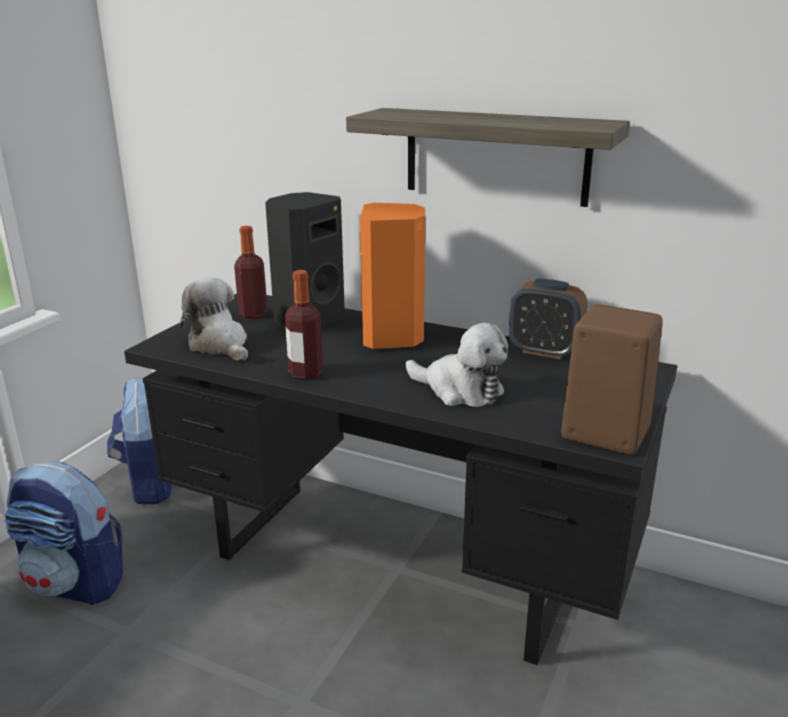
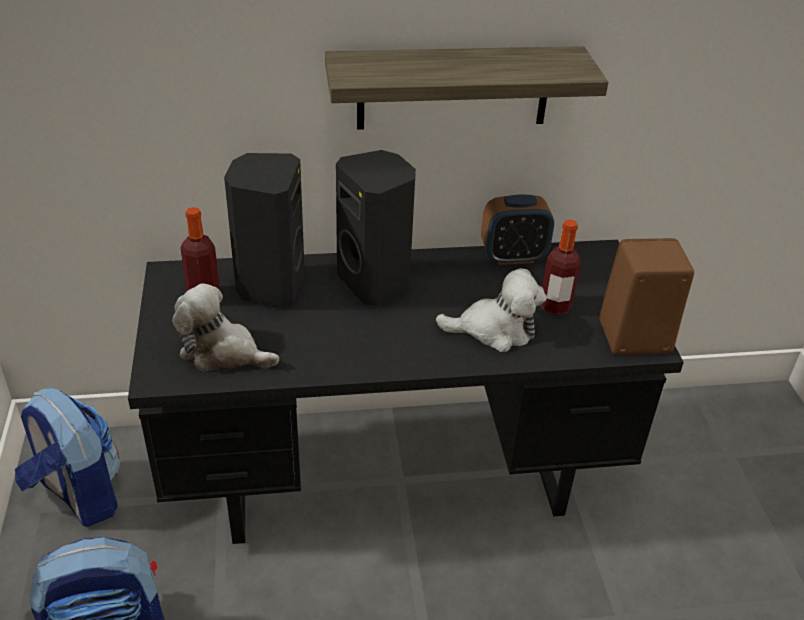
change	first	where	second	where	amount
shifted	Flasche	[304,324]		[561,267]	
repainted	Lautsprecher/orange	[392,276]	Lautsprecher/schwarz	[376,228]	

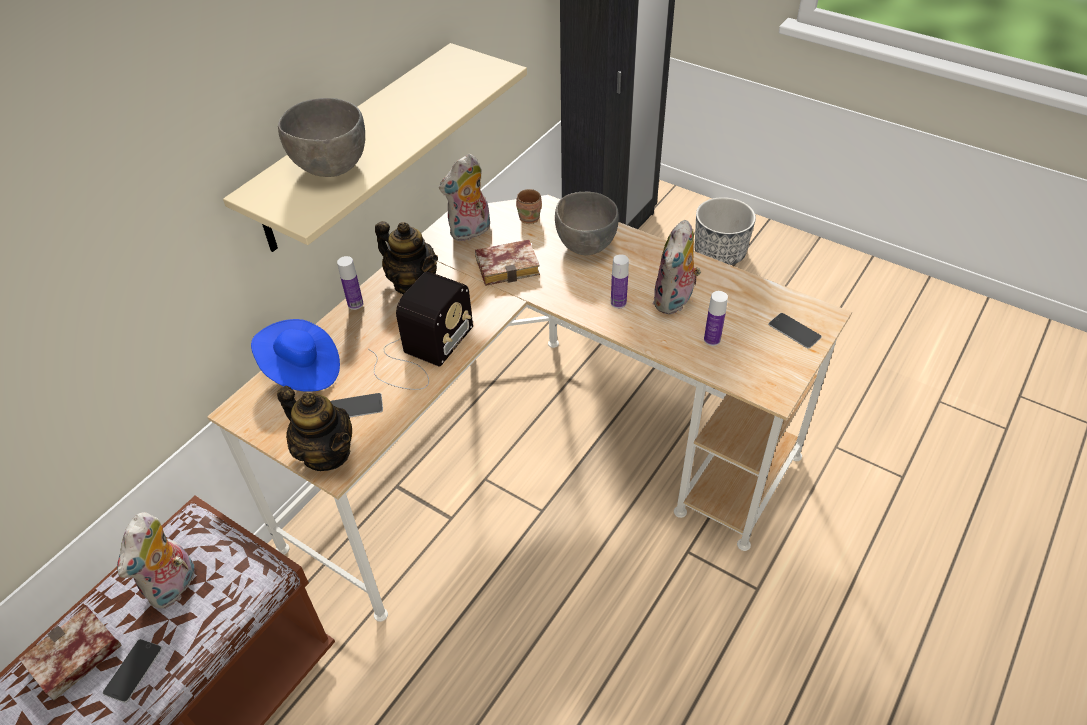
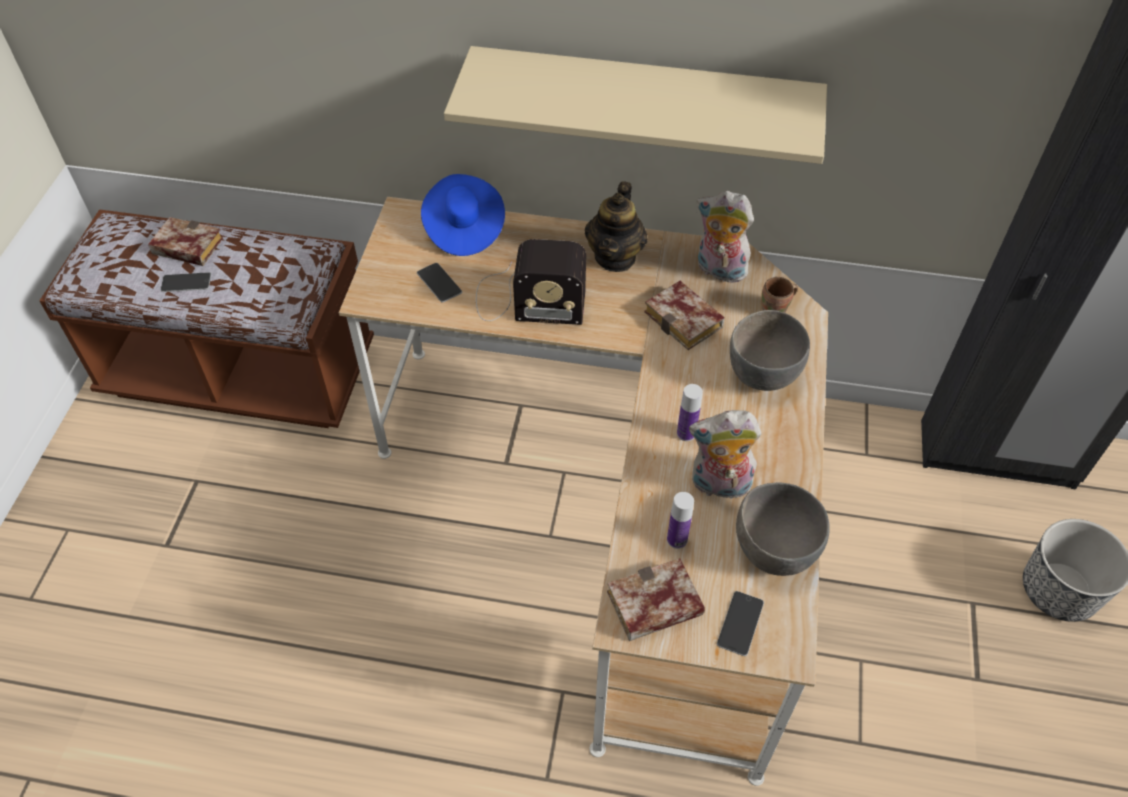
change	first	where	second	where	amount
gone	Plüschtier	[157,560]			
gone	Teekanne	[314,428]			
gone	Flasche	[350,283]			
new			Buch	[656,599]	
shifted	Schüssel/grau	[321,137]		[783,529]	

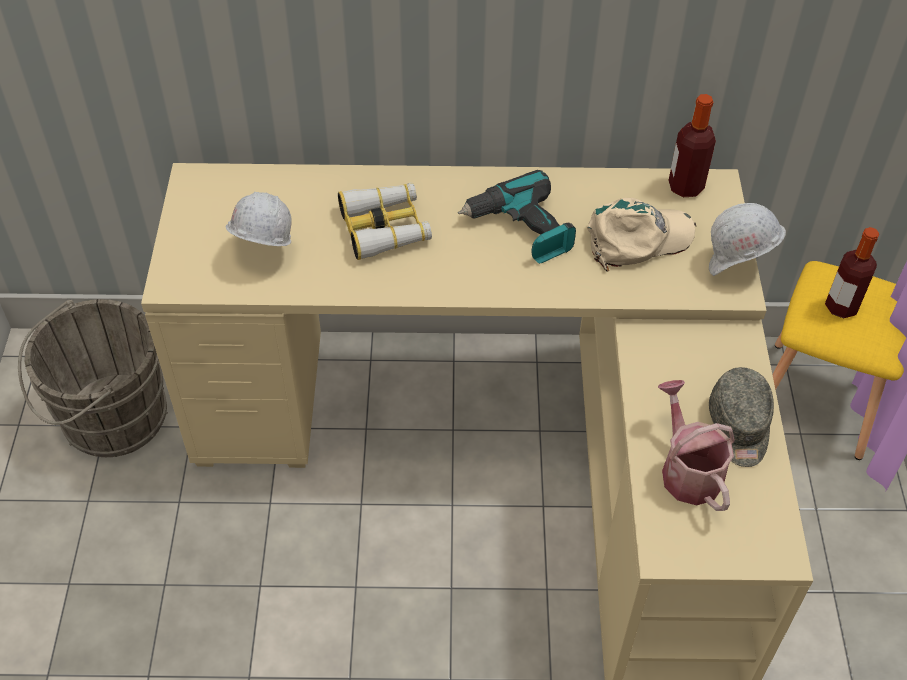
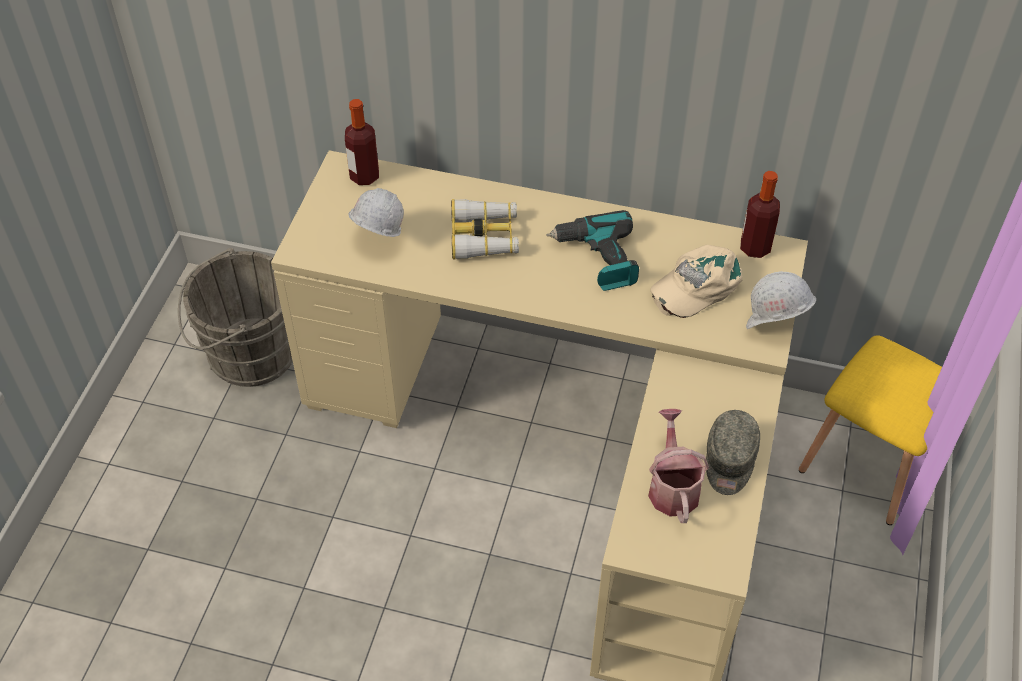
change	first	where	second	where	amount
shifted	Flasche	[852,272]		[362,142]	
rotated	Kappe/beige	[641,234]		[696,281]	150 degrees clockwise

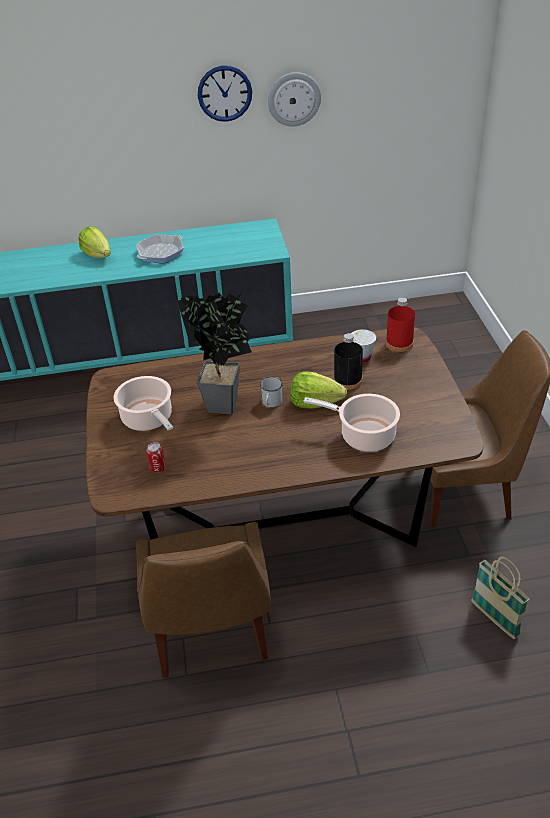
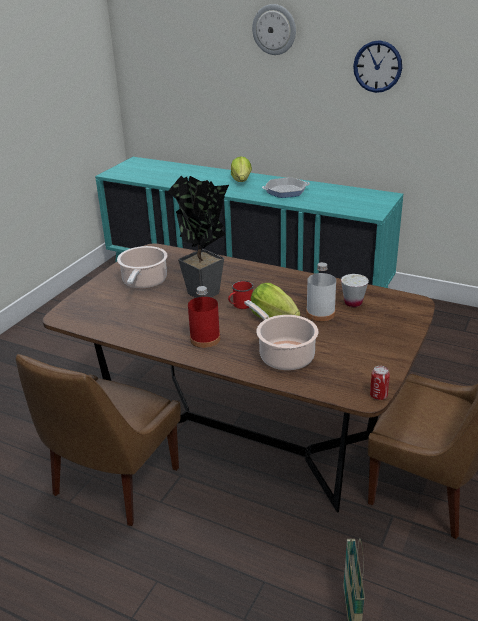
change	first	where	second	where	amount
shifted	Dose	[156,457]		[380,383]	
shifted	Wanduhr	[294,99]		[274,29]	
shifted	Flasche/rot	[400,324]		[204,317]	
repainted	Henkelbecher/weiß	[271,392]	Henkelbecher/rot	[240,295]	
repainted	Flasche/schwarz	[348,361]	Flasche/weiß	[321,292]	

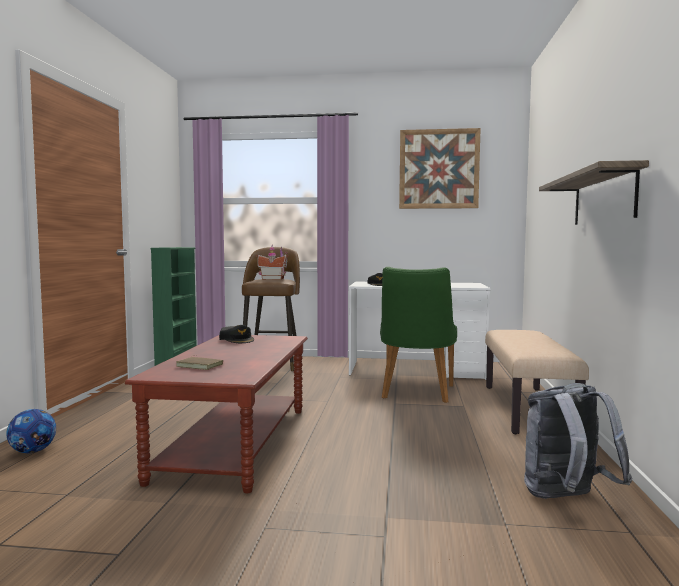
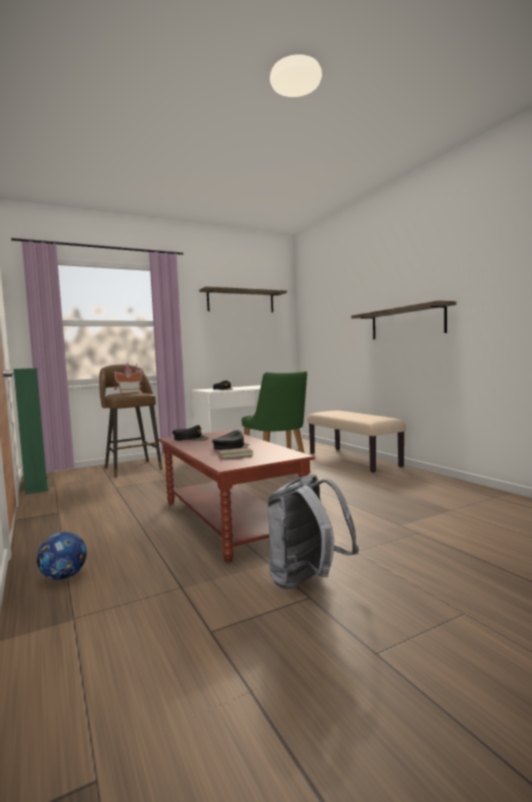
change	first	where	second	where	amount
new			Kappe/schwarz	[231,440]	
shifted	Rucksack/grau	[578,441]		[313,531]	
swapped	Bild	[440,168]	Wandregal	[243,300]	

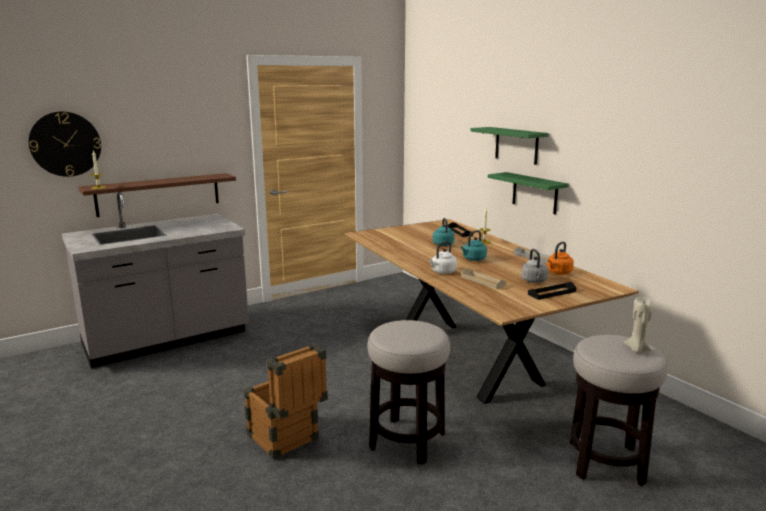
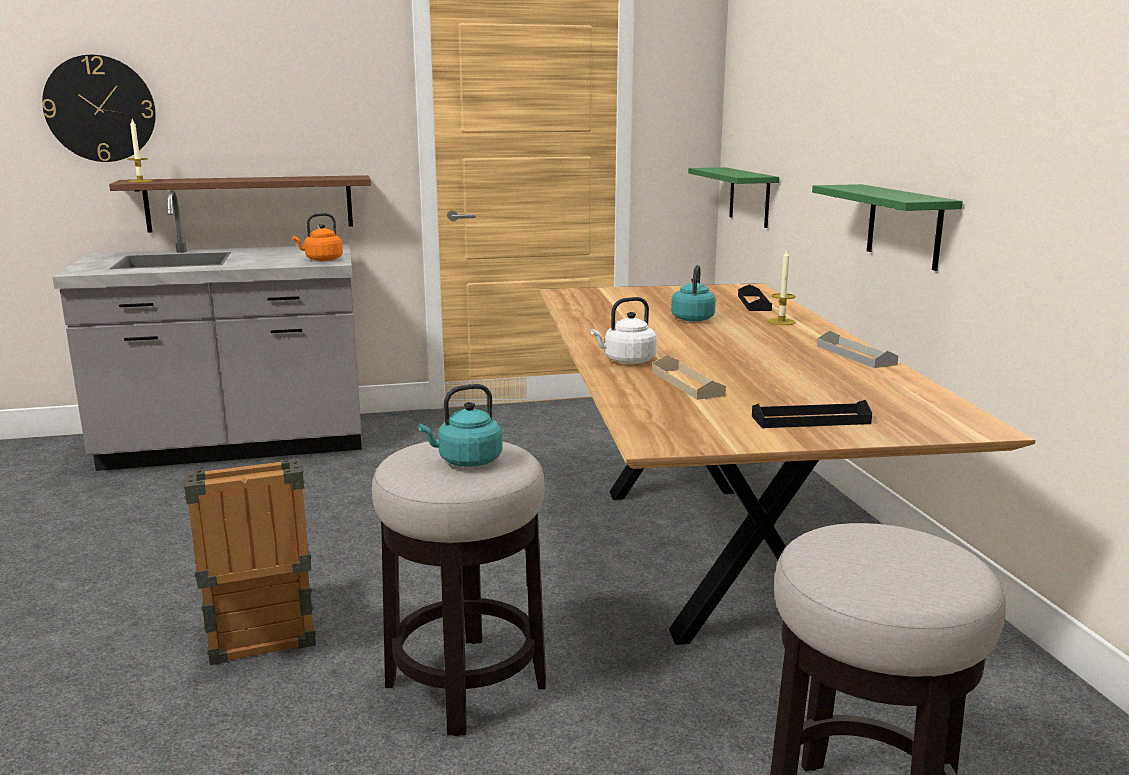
change	first	where	second	where	amount
gone	Wasserkessel/grau	[535,266]			
gone	Kerze/beige	[638,325]			
shifted	Wasserkessel/türkis	[474,245]		[460,425]	
shifted	Wandregal/grün	[510,146]		[733,197]	
shifted	Wasserkessel/orange	[560,258]		[317,237]	

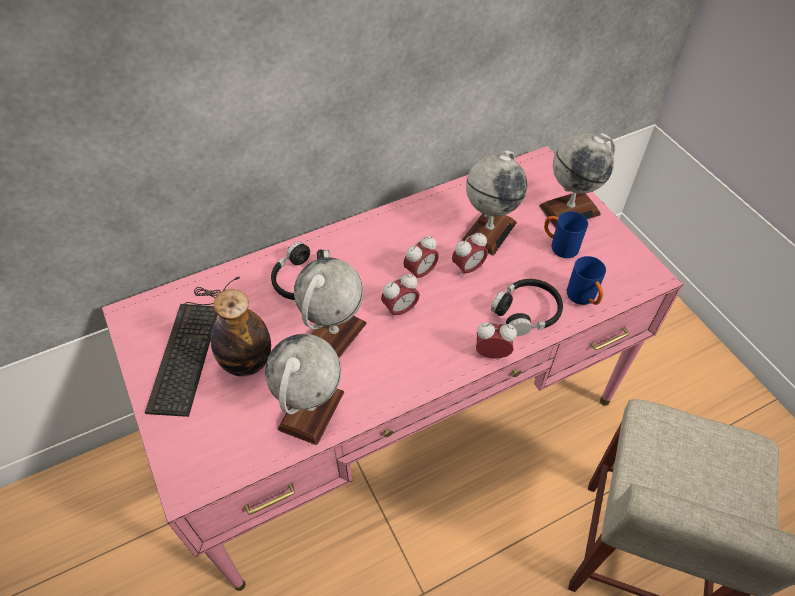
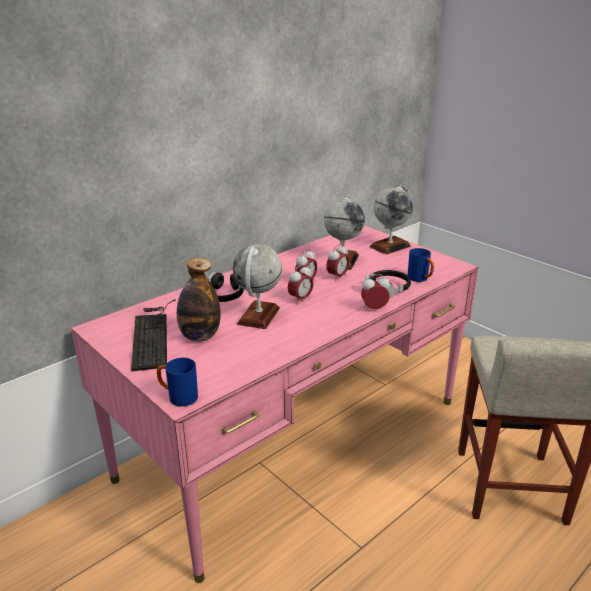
change	first	where	second	where	amount
gone	Globus	[304,389]			
shifted	Henkelbecher/blau	[566,234]		[177,382]	

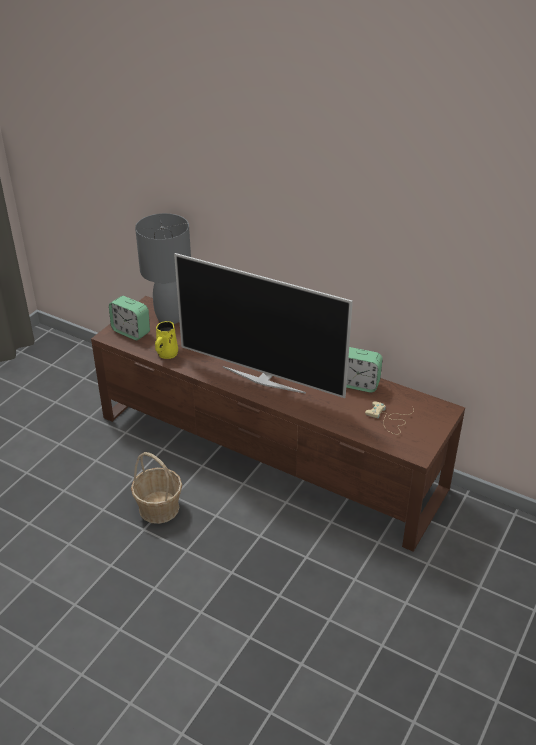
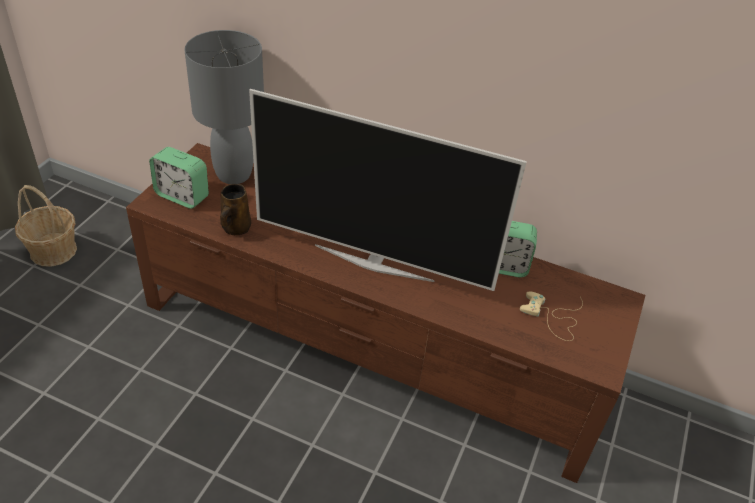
change	first	where	second	where	amount
shifted	Korb	[156,488]		[46,226]	
repainted	Henkelbecher/gelb	[166,340]	Henkelbecher/braun	[235,209]	

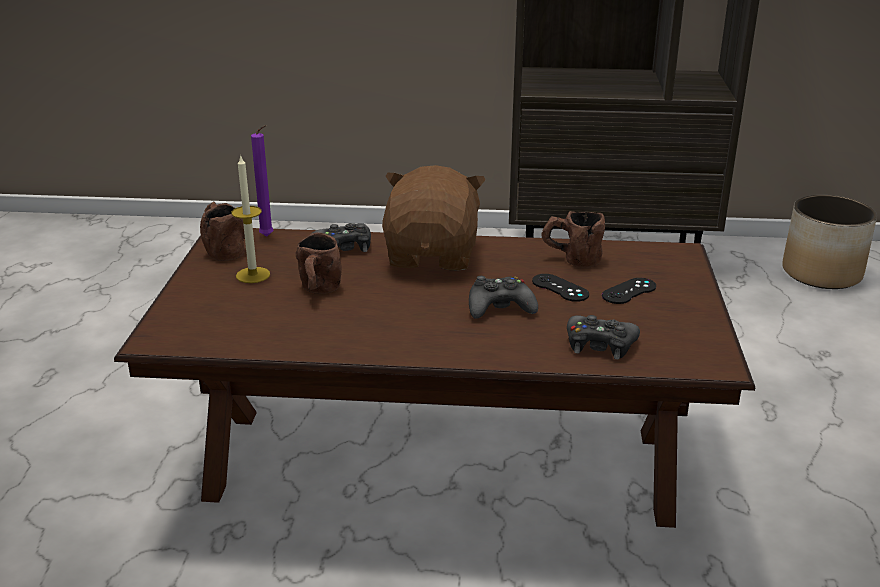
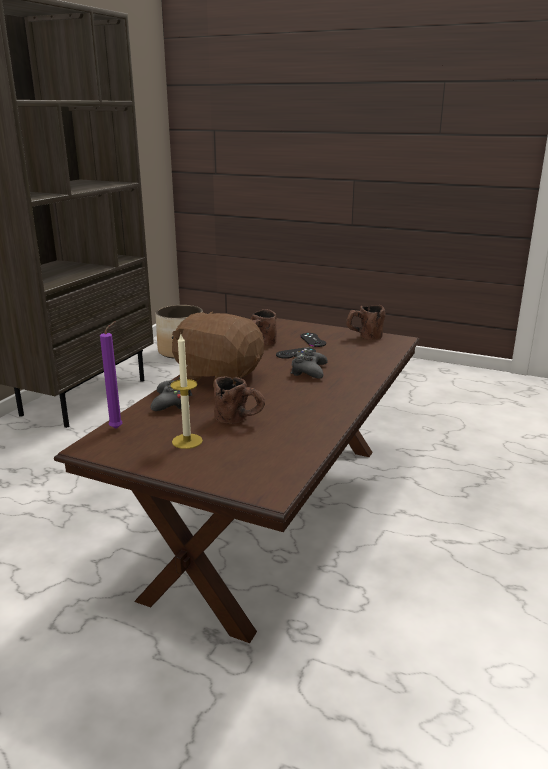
change	first	where	second	where	amount
gone	Gamepad/schwarz	[603,337]			
shifted	Henkelbecher/braun	[222,231]		[366,322]	

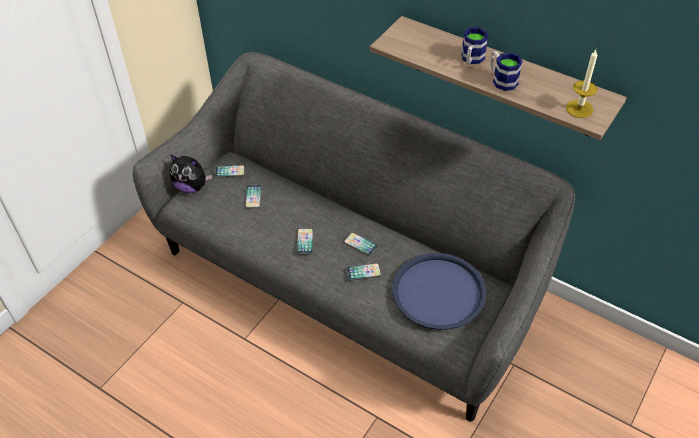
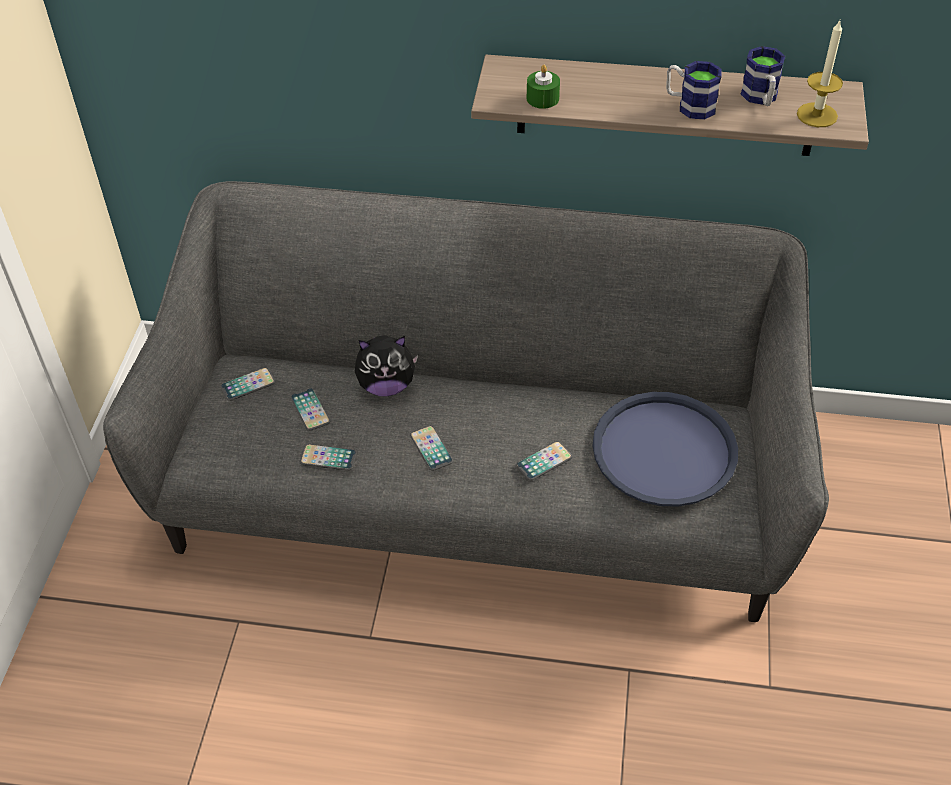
change	first	where	second	where	amount
new			Kerze/grün	[543,87]	
shifted	Plüschtier	[191,173]		[386,366]	
shifted	Handy	[361,244]		[328,457]	
shifted	Henkelbecher	[474,46]		[763,76]	

